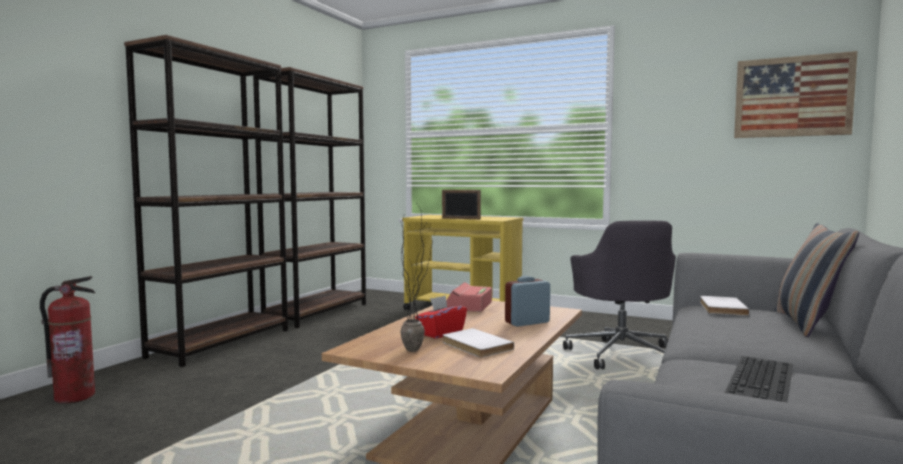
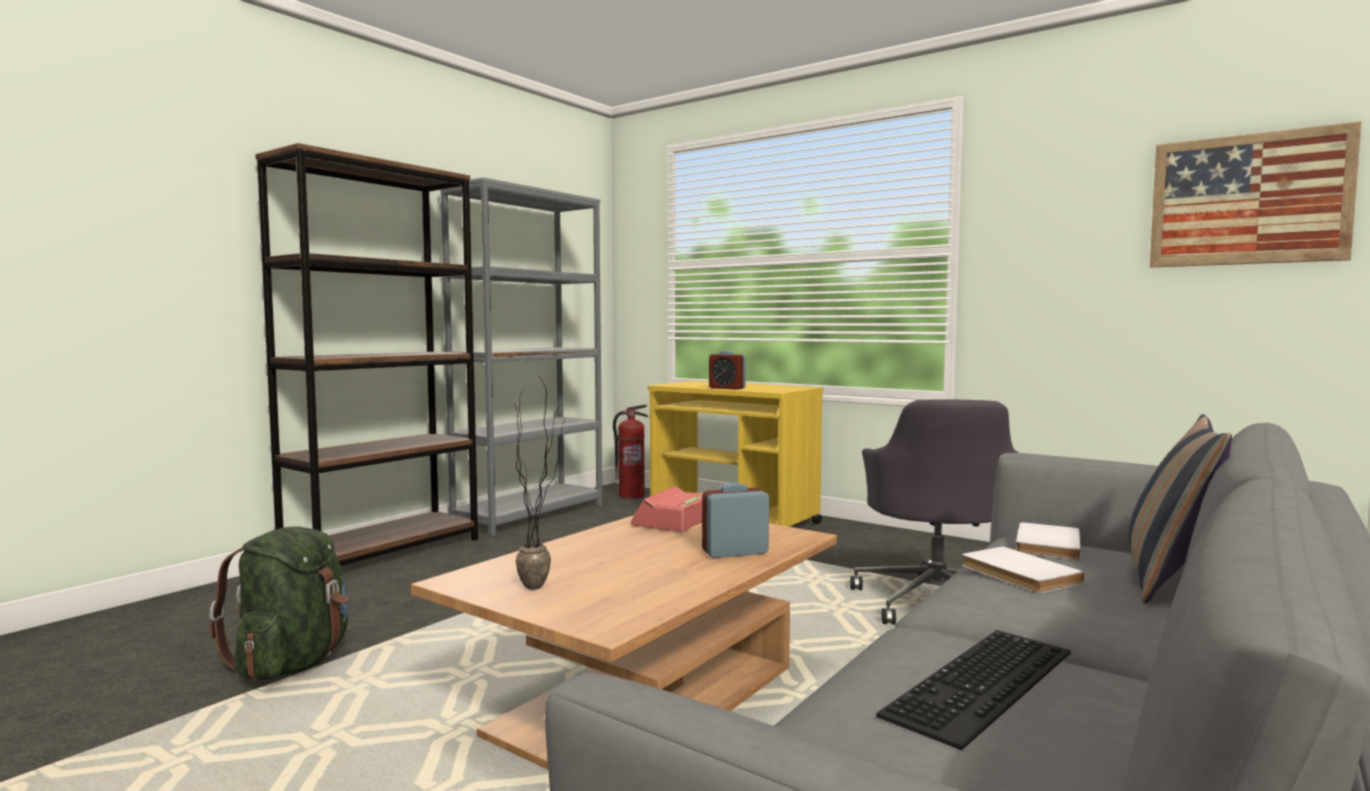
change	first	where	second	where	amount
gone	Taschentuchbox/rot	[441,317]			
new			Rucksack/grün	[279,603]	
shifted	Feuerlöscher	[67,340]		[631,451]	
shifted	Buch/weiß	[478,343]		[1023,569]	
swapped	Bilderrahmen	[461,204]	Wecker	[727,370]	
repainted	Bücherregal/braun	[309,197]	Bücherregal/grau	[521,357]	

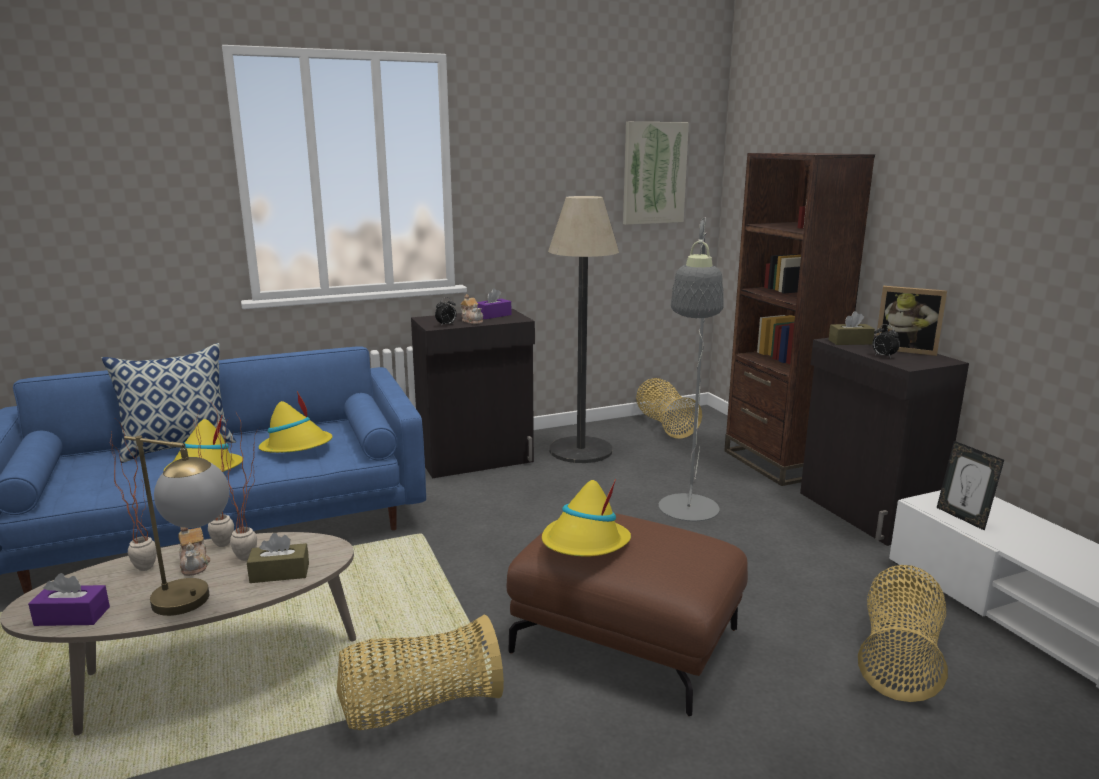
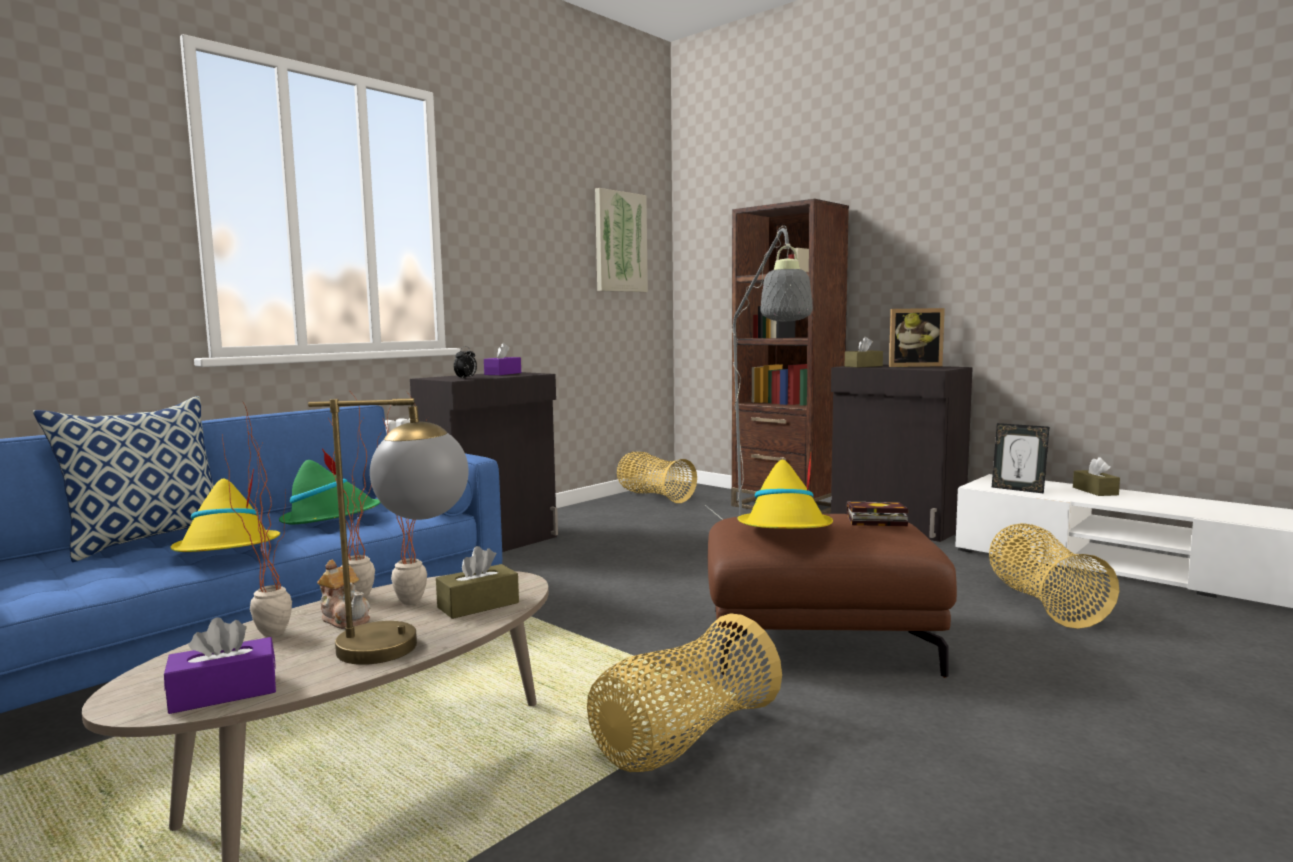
change	first	where	second	where	amount
gone	Teekanne	[472,309]			
gone	Stehlampe	[583,329]			
gone	Wecker	[886,341]			
new			Buch	[877,514]	
new			Taschentuchbox/braun	[1096,476]	
repainted	Hut/gelb	[296,422]	Hut/grün	[330,486]	

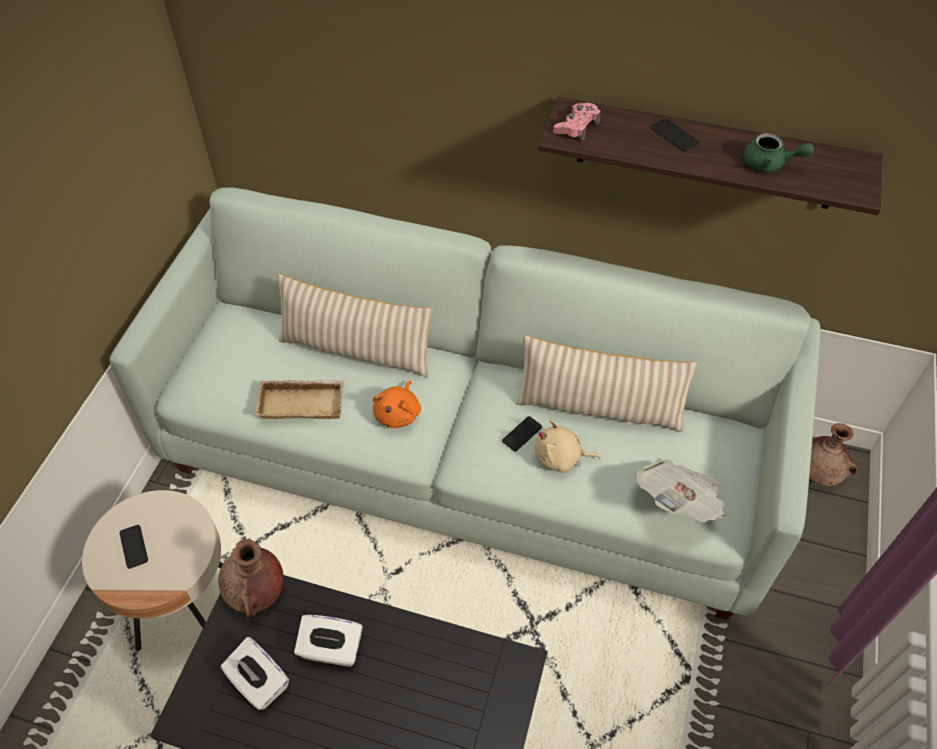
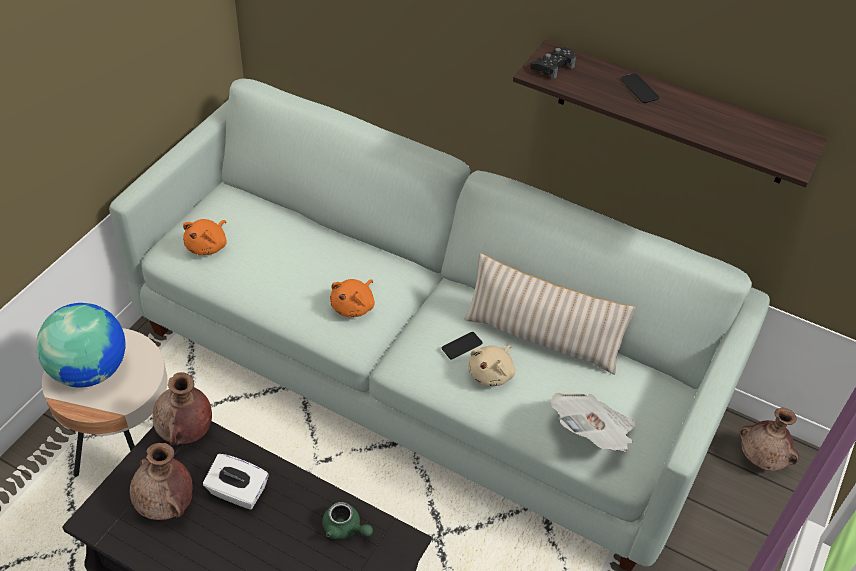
change	first	where	second	where	amount
gone	Tablett/beige	[299,399]			
gone	Kissen/beige	[355,325]			
new			Plüschtier/orange	[205,237]	
shifted	Teekanne/grün	[778,152]		[347,520]	
swapped	Handy	[134,547]	Globus	[81,345]	
swapped	Taschentuchbox/weiß	[255,673]	Vase/braun	[161,481]	
repainted	Gamepad/rosa	[577,122]	Gamepad/schwarz	[553,63]	
rotated	Plüschtier/beige	[568,445]		[491,365]	75 degrees counterclockwise

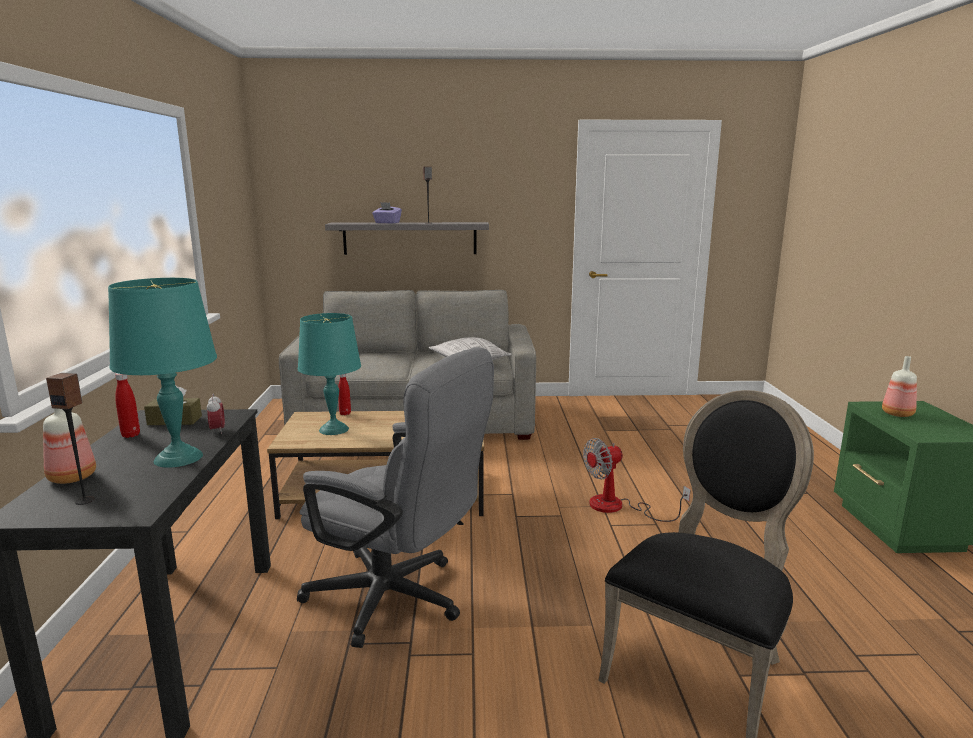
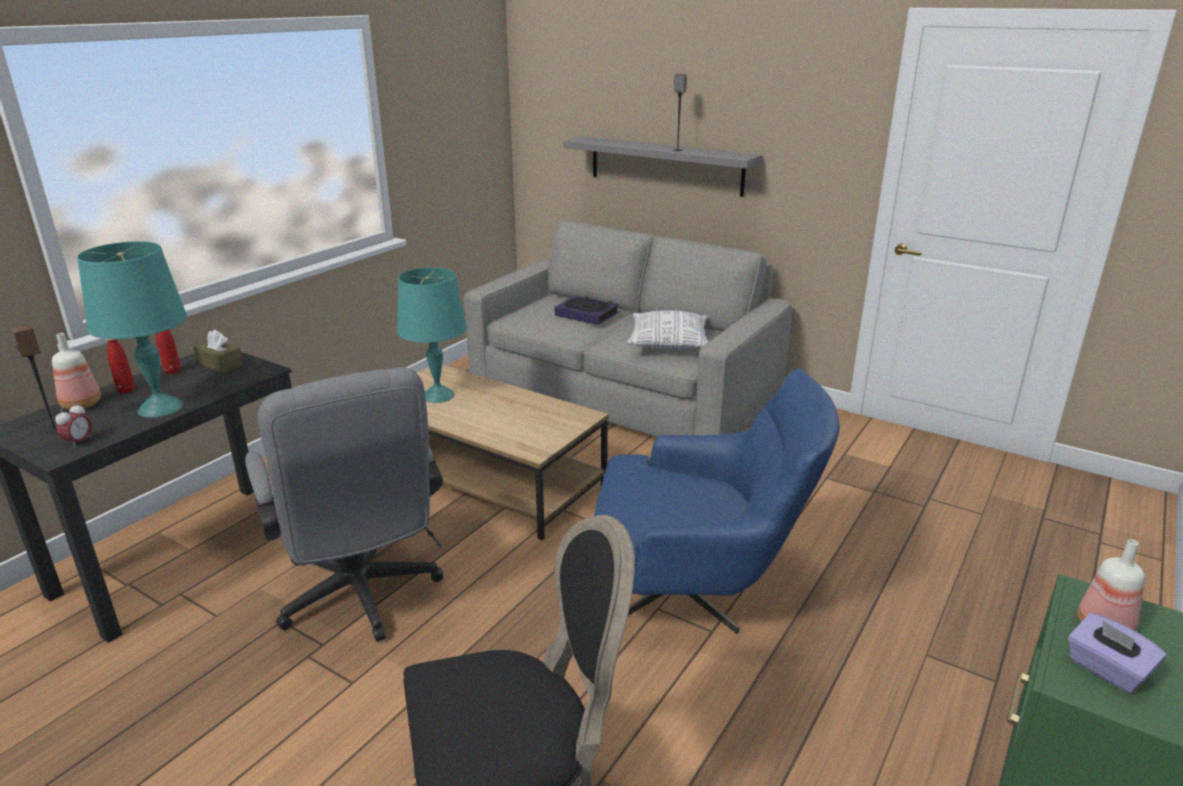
change	first	where	second	where	amount
new			Buch	[587,310]	
shifted	Wecker	[216,413]		[73,425]	
shifted	Flasche/rot	[344,394]		[120,366]	
shifted	Taschentuchbox/lila	[387,213]		[1117,653]	
swapped	Ventilator	[637,480]	Sessel/blau	[717,501]	

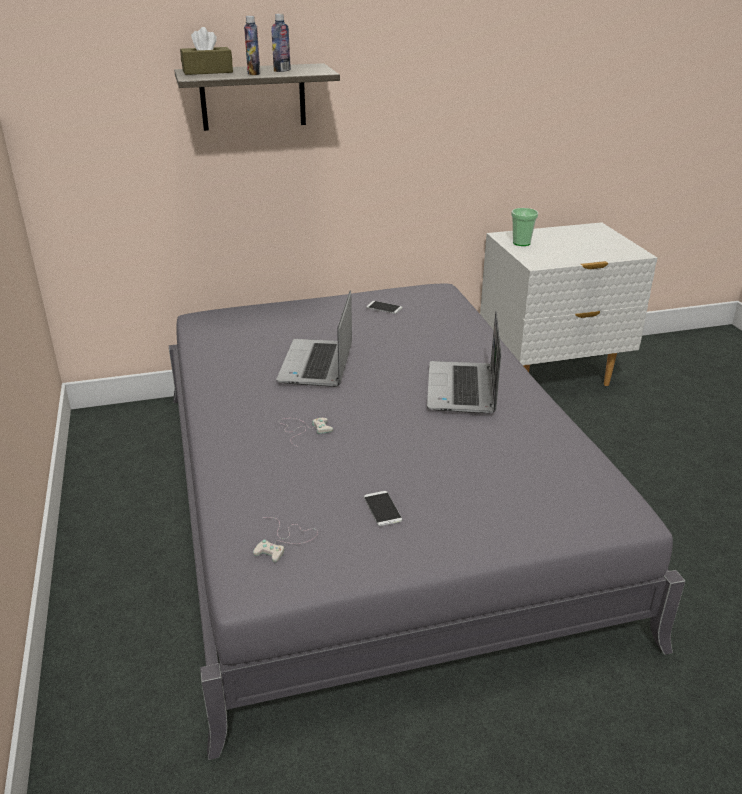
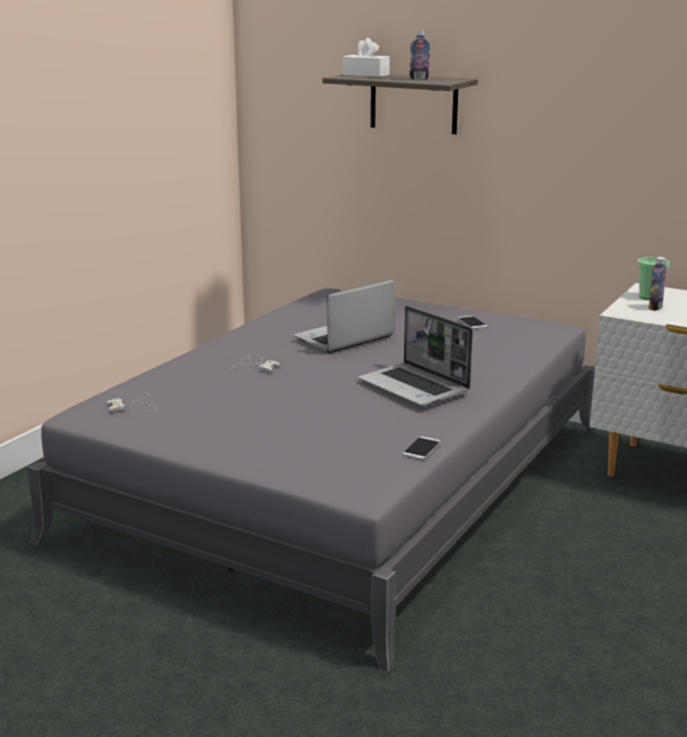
change	first	where	second	where	amount
shifted	Flasche	[252,45]		[658,284]	
shifted	Handy	[383,508]		[421,448]	
repainted	Taschentuchbox/braun	[206,51]	Taschentuchbox/weiß	[366,57]	
rotated	Laptop	[464,362]		[415,356]	90 degrees counterclockwise

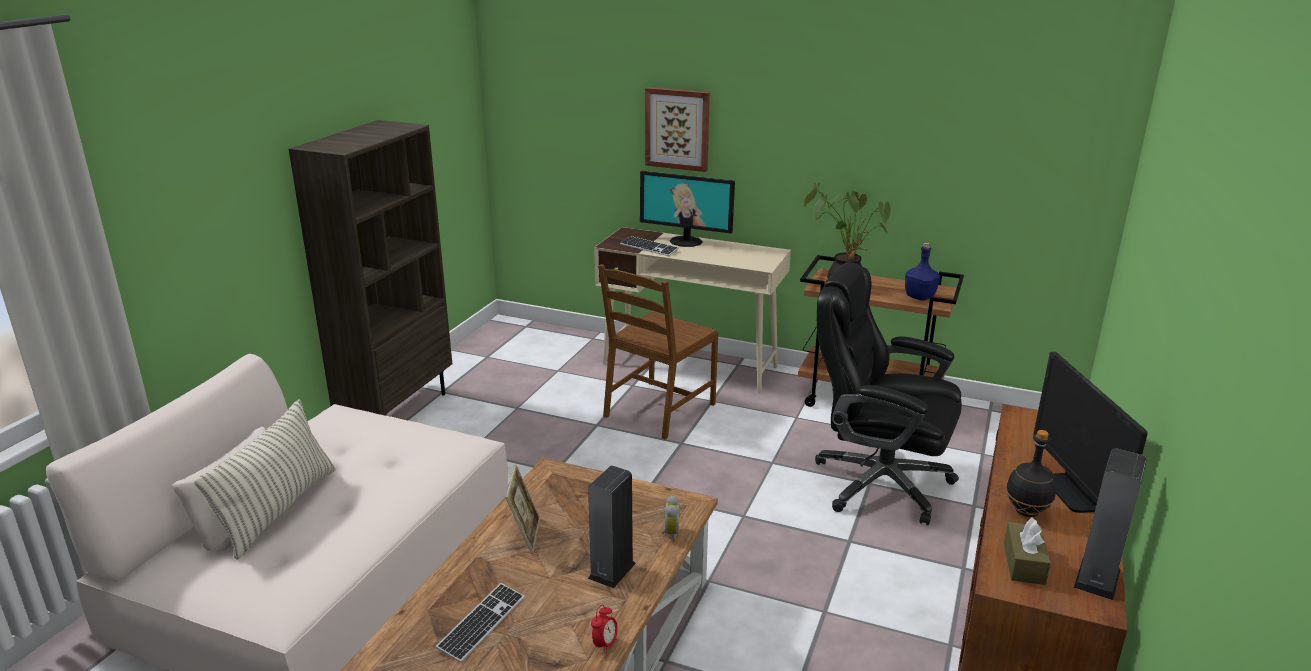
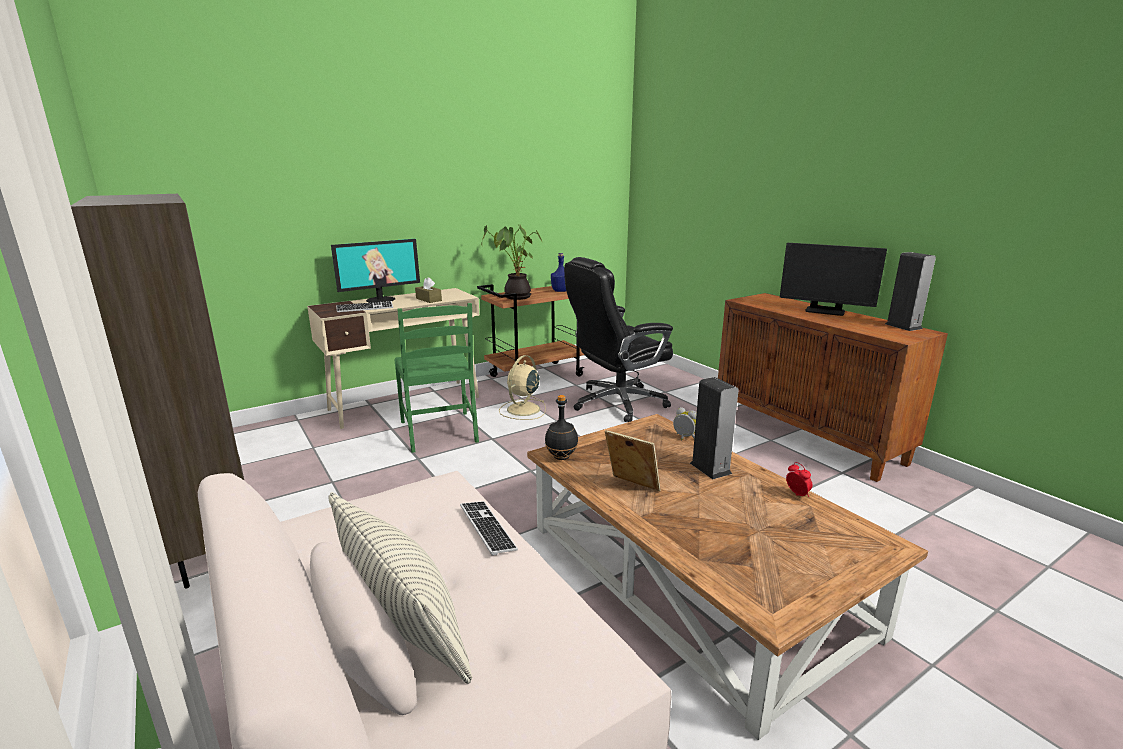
change	first	where	second	where	amount
gone	Bild	[677,129]			
new			Ventilator/beige	[522,387]	
shifted	Tastatur	[480,623]		[489,528]	
shifted	Taschentuchbox/braun	[1027,551]		[428,290]	
shifted	Flasche/schwarz	[1031,473]		[561,427]	
repainted	Stuhl/braun	[658,351]	Stuhl/grün	[436,378]	

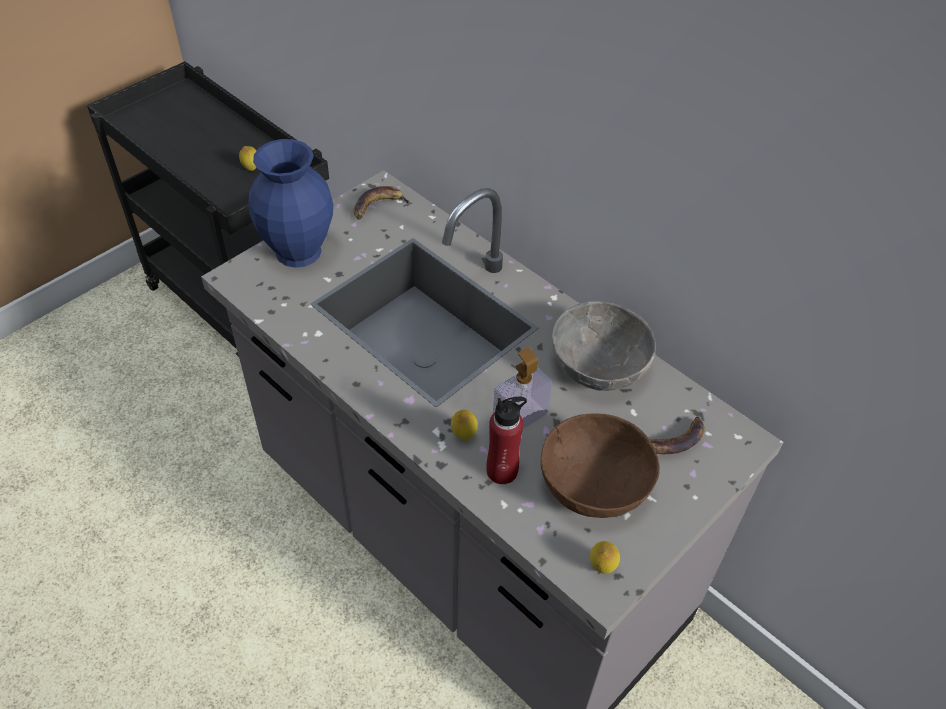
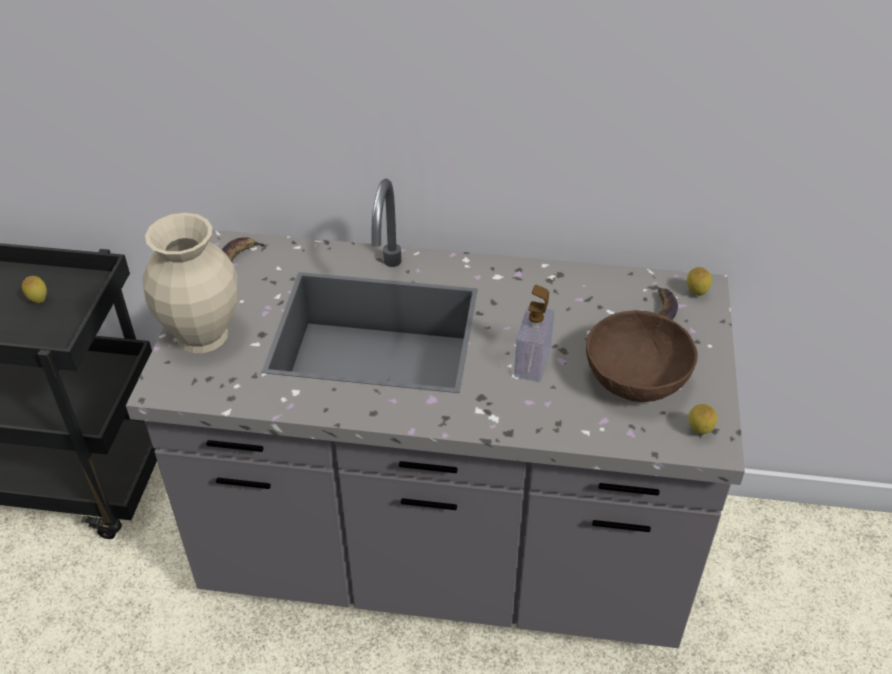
change	first	where	second	where	amount
gone	Flasche/rot	[506,440]			
gone	Schüssel/grau	[604,346]			
shifted	Zitrone	[464,425]		[699,281]	
repainted	Vase/blau	[290,203]	Vase/beige	[190,283]	

